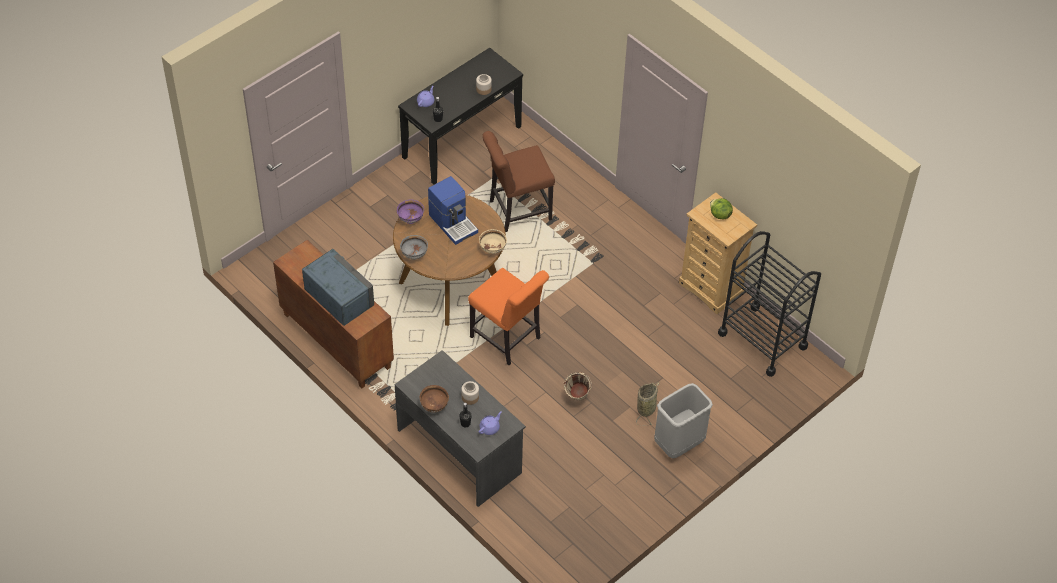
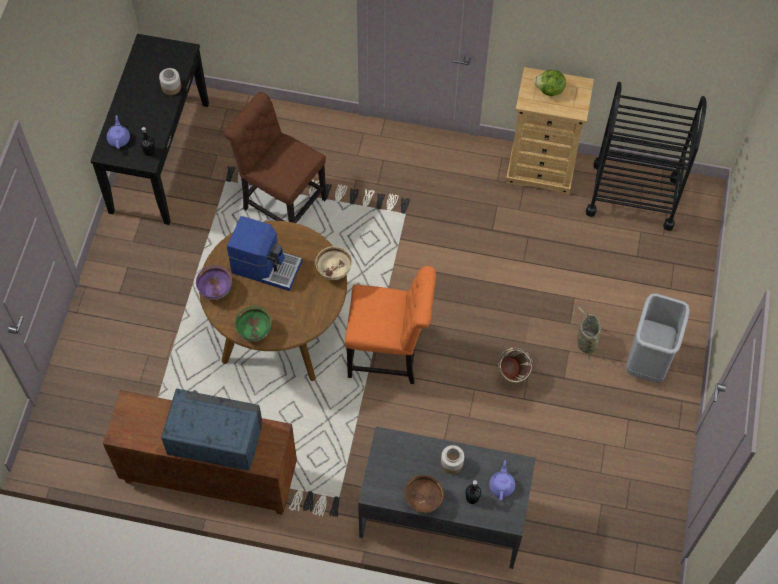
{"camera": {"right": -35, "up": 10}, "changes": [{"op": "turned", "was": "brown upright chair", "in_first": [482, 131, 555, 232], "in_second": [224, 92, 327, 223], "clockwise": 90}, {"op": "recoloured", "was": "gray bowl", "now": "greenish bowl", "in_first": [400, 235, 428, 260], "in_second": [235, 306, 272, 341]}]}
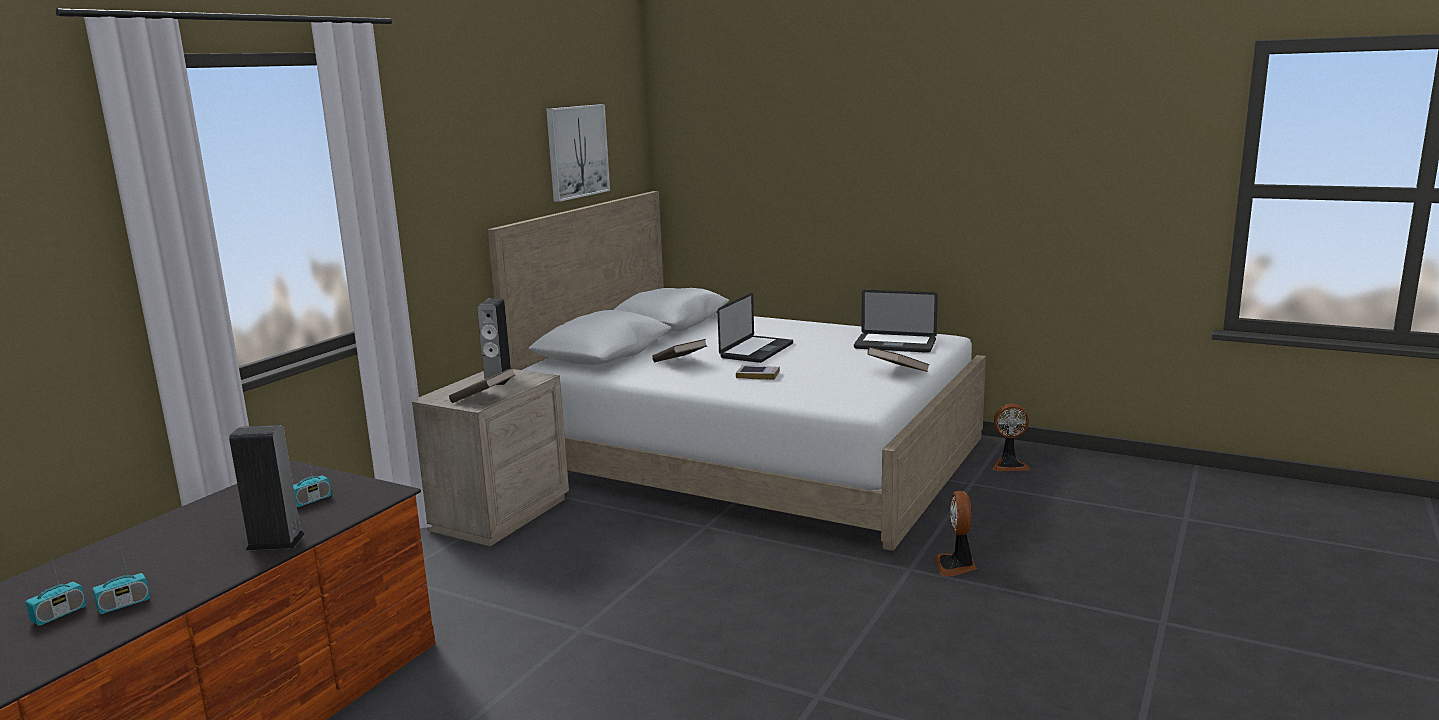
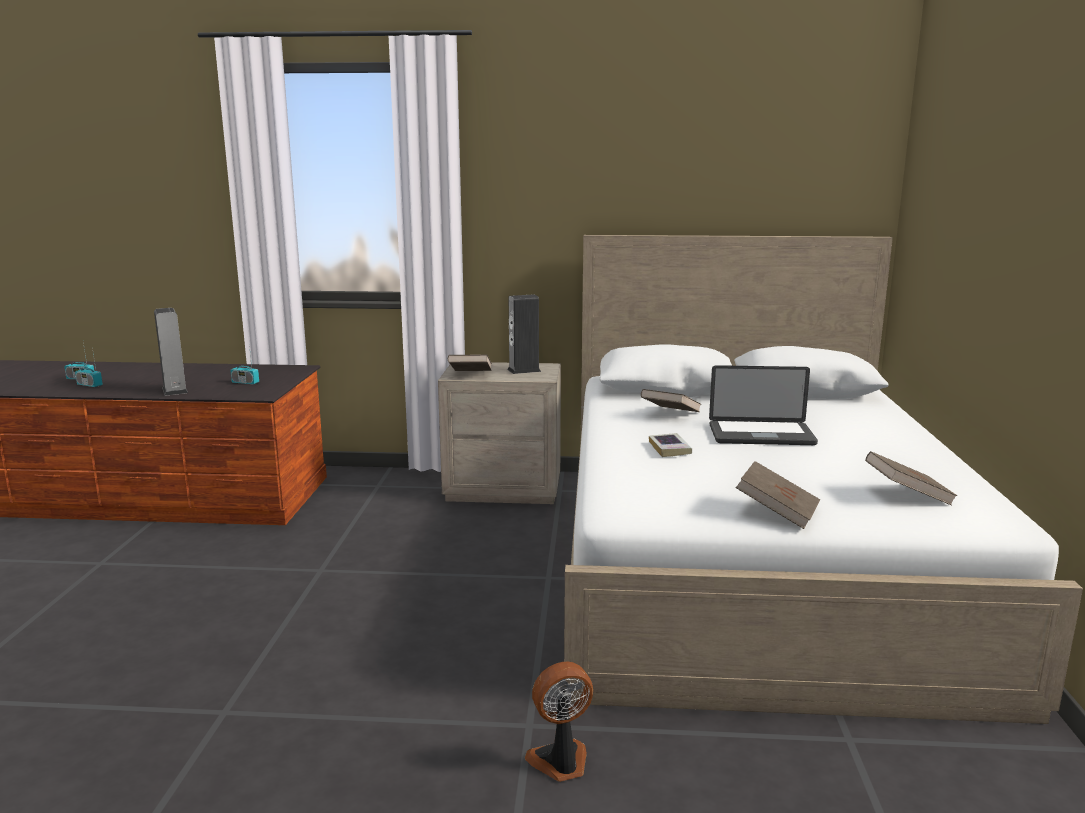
{"camera": {"right": 65, "up": 0}, "changes": [{"op": "replaced", "was": "notebook computer", "now": "brown bound book", "in_first": [854, 290, 938, 353], "in_second": [865, 451, 958, 506]}, {"op": "removed", "was": "wall picture", "in_first": [546, 104, 610, 202]}, {"op": "removed", "was": "cooling fan", "in_first": [992, 404, 1030, 471]}]}
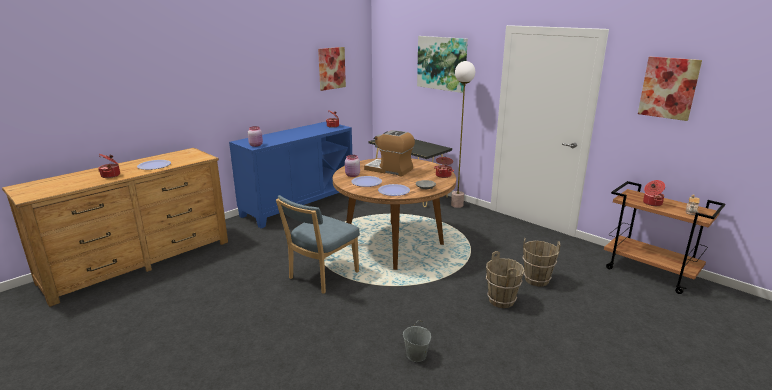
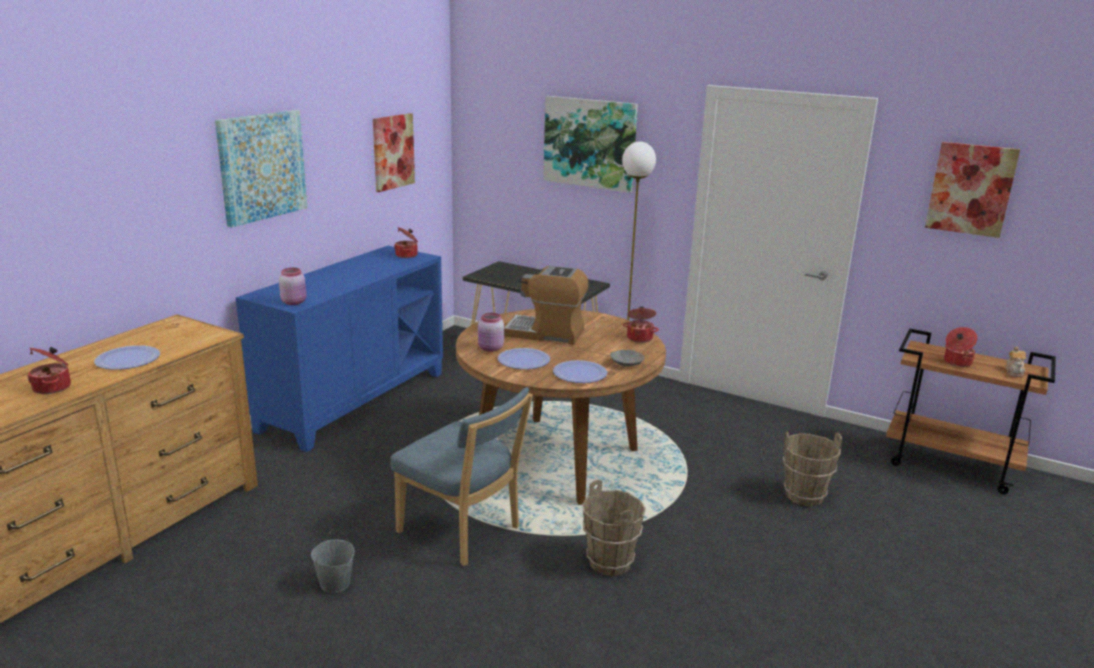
{"camera": {"right": -15, "up": 0}, "changes": [{"op": "added", "now": "wall picture", "in_second": [215, 110, 307, 228]}, {"op": "moved", "was": "gray water bucket", "in_first": [403, 321, 431, 362], "in_second": [311, 530, 355, 593]}, {"op": "turned", "was": "bluish upright chair", "in_first": [276, 195, 360, 294], "in_second": [390, 387, 533, 566], "clockwise": -75}, {"op": "moved", "was": "brown water bucket", "in_first": [486, 251, 525, 308], "in_second": [582, 480, 646, 576]}]}
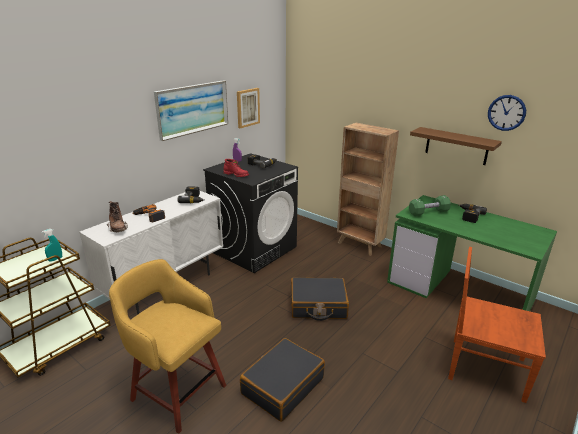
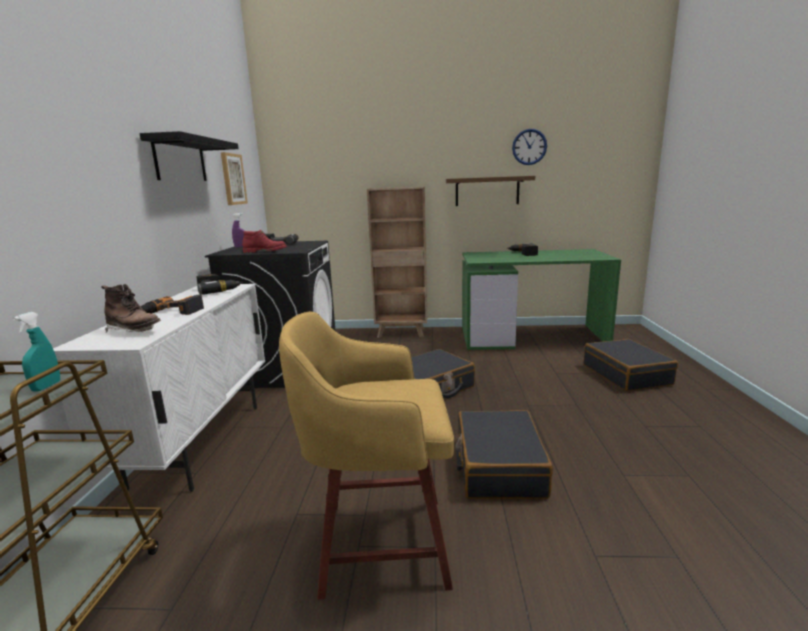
{"camera": {"right": -35, "up": -10}, "changes": [{"op": "replaced", "was": "wall picture", "now": "blackish shelf", "in_first": [154, 80, 228, 141], "in_second": [140, 131, 239, 181]}, {"op": "replaced", "was": "brown upright chair", "now": "blackish piece of luggage", "in_first": [448, 247, 546, 403], "in_second": [584, 339, 678, 391]}, {"op": "removed", "was": "greenish hand weight", "in_first": [409, 195, 451, 216]}]}
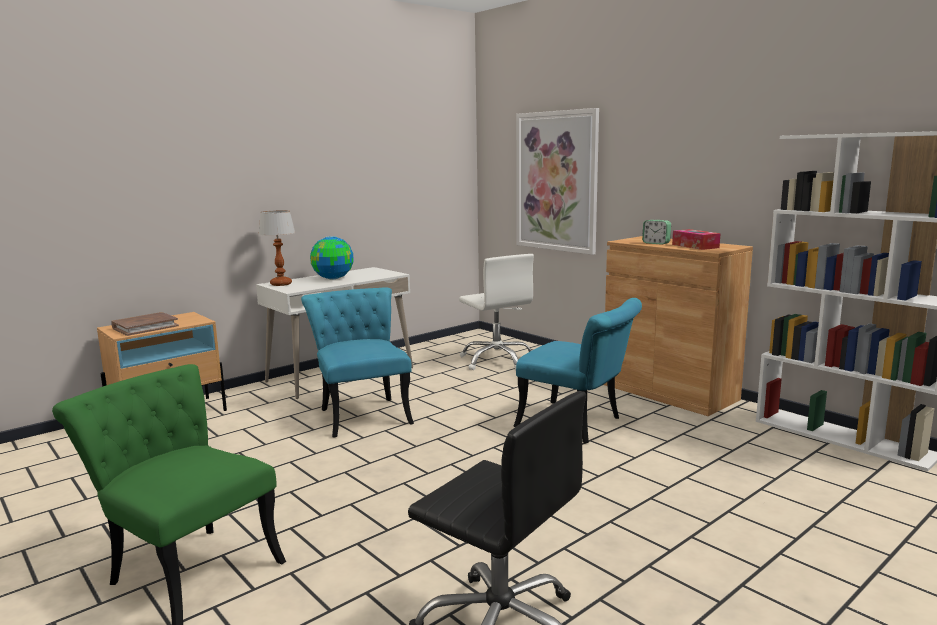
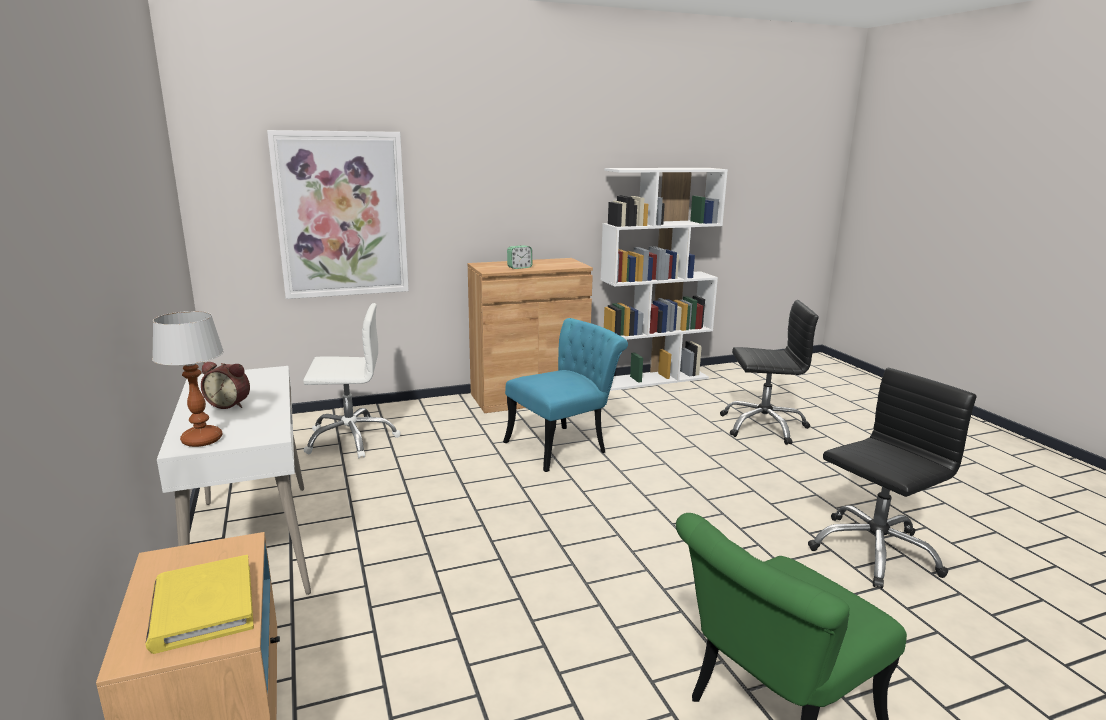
{"camera": {"right": -70, "up": 5}, "changes": [{"op": "recoloured", "was": "brown bound book", "now": "yellow bound book", "in_first": [111, 312, 179, 336], "in_second": [145, 555, 254, 654]}, {"op": "replaced", "was": "globe", "now": "table clock", "in_first": [310, 236, 354, 279], "in_second": [201, 362, 250, 409]}, {"op": "added", "now": "blackish office chair", "in_second": [720, 300, 819, 445]}, {"op": "removed", "was": "blue-green upright chair", "in_first": [301, 288, 414, 438]}, {"op": "removed", "was": "box of tissues", "in_first": [672, 229, 720, 250]}]}
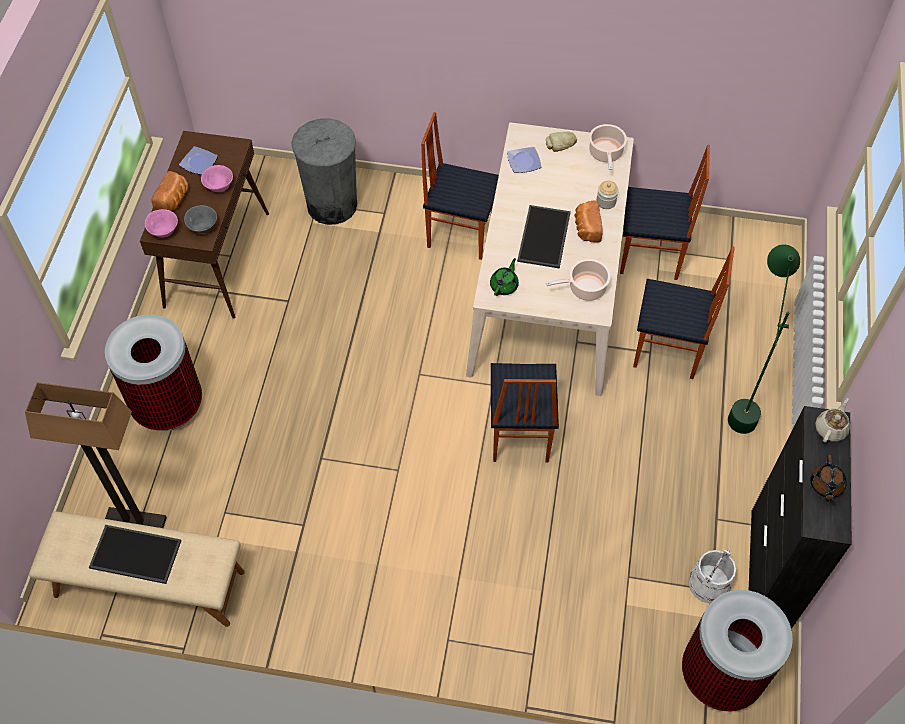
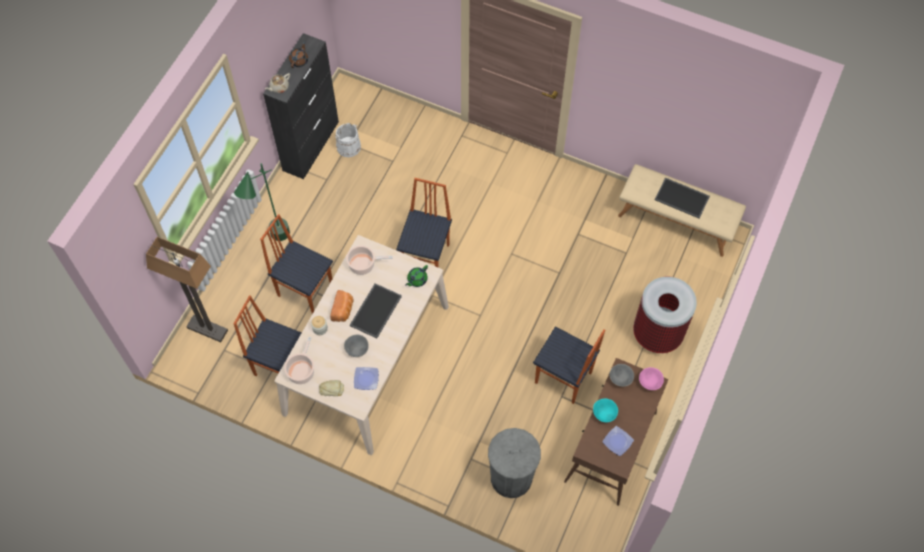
{"camera": {"right": -165, "up": 5}, "changes": [{"op": "moved", "was": "standard lamp", "in_first": [25, 382, 167, 528], "in_second": [146, 237, 228, 342]}, {"op": "added", "now": "gray bowl", "in_second": [344, 335, 369, 357]}, {"op": "moved", "was": "upright chair", "in_first": [421, 112, 499, 260], "in_second": [533, 326, 605, 404]}, {"op": "recoloured", "was": "pink-coloured bowl", "now": "blue-green bowl", "in_first": [201, 165, 233, 192], "in_second": [593, 399, 618, 422]}, {"op": "removed", "was": "bakery bread", "in_first": [152, 171, 189, 211]}, {"op": "removed", "was": "rubbish bin", "in_first": [682, 590, 793, 712]}]}
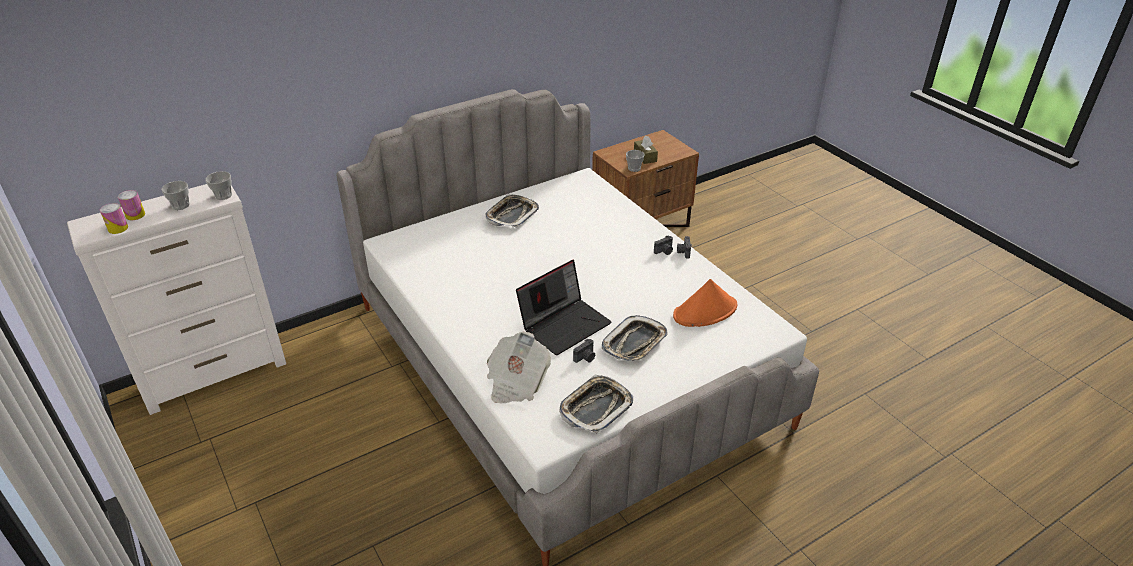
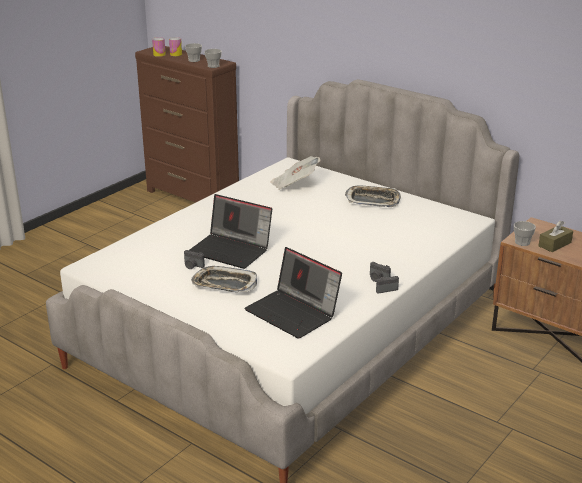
{"camera": {"right": 70, "up": -10}, "changes": [{"op": "recoloured", "was": "white-coloured chest of drawers", "now": "brown chest of drawers", "in_first": [67, 184, 286, 415], "in_second": [135, 46, 239, 203]}, {"op": "replaced", "was": "orange clothing hat", "now": "notebook computer", "in_first": [673, 279, 737, 327], "in_second": [244, 247, 342, 339]}, {"op": "moved", "was": "daily paper", "in_first": [487, 332, 551, 404], "in_second": [271, 156, 321, 190]}, {"op": "removed", "was": "carrying tray", "in_first": [559, 375, 633, 433]}]}
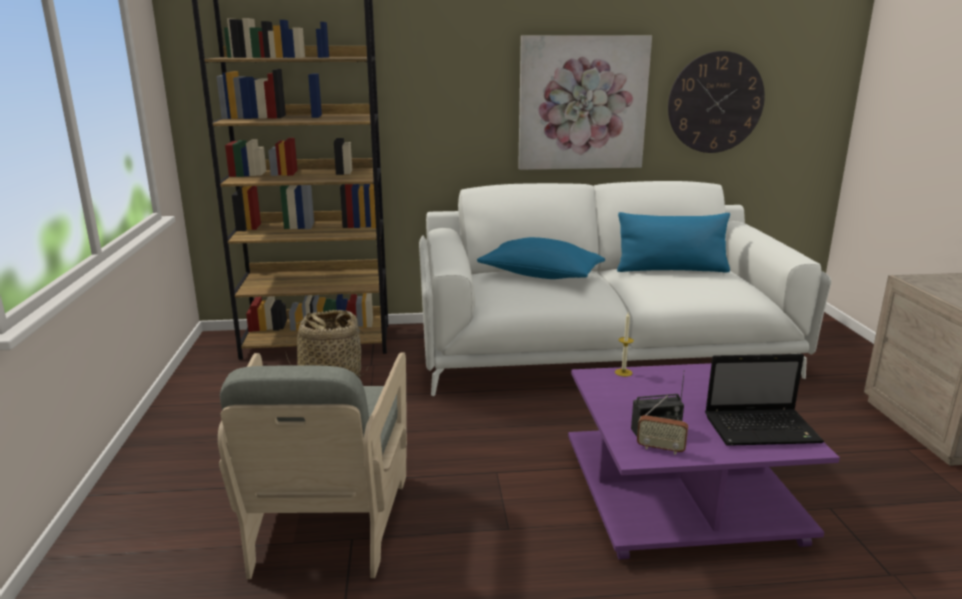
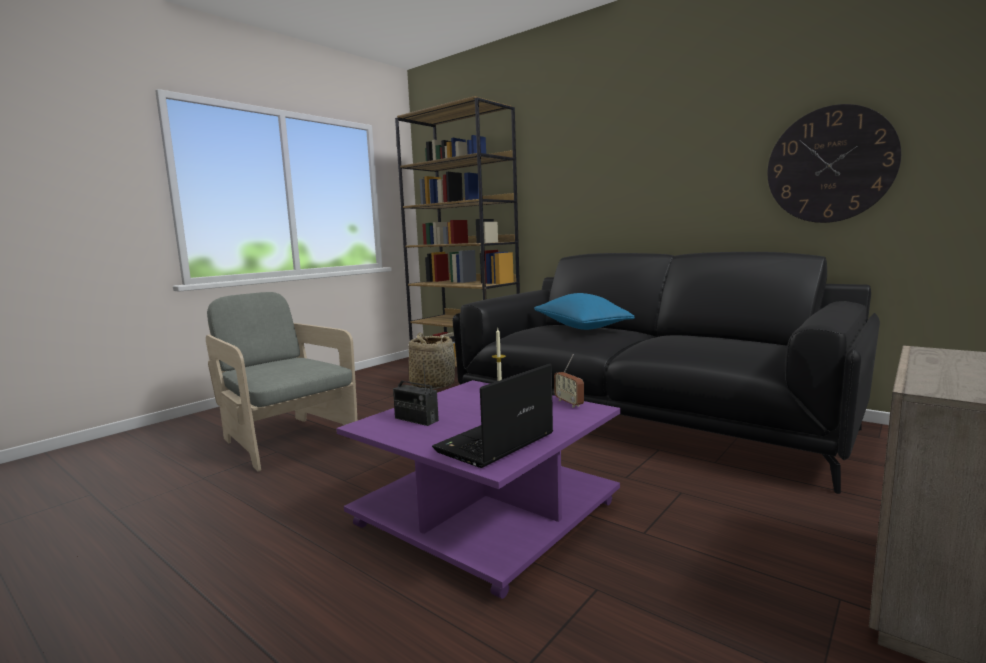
{"camera": {"right": 45, "up": -10}, "changes": [{"op": "turned", "was": "gray lounge chair", "in_first": [218, 352, 407, 579], "in_second": [206, 292, 357, 472], "clockwise": 90}, {"op": "turned", "was": "notebook computer", "in_first": [705, 354, 824, 446], "in_second": [432, 364, 553, 468], "clockwise": 90}, {"op": "recoloured", "was": "white-coloured sofa", "now": "blackish sofa", "in_first": [419, 181, 831, 396], "in_second": [452, 252, 880, 494]}, {"op": "moved", "was": "radio", "in_first": [637, 395, 688, 454], "in_second": [554, 354, 584, 408]}, {"op": "removed", "was": "wall picture", "in_first": [518, 35, 652, 170]}, {"op": "removed", "was": "bluish throw pillow", "in_first": [617, 212, 730, 273]}]}
